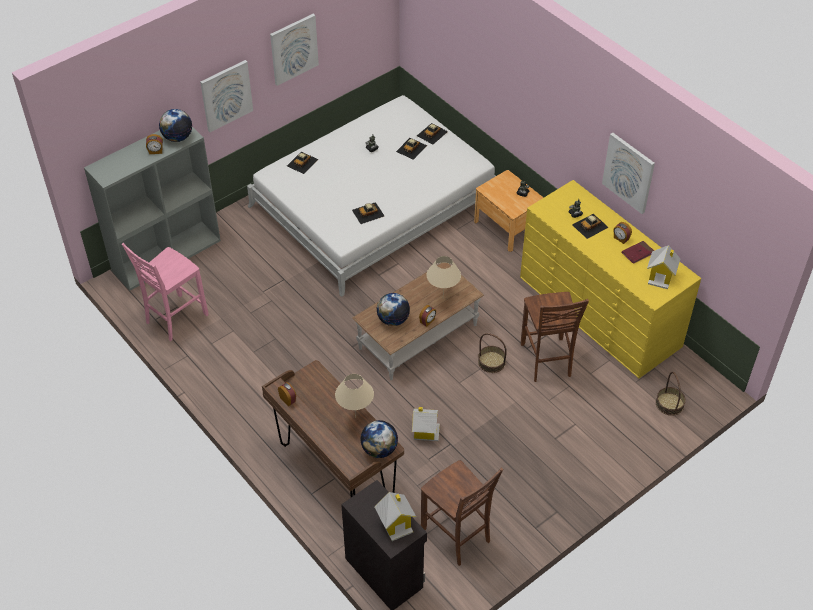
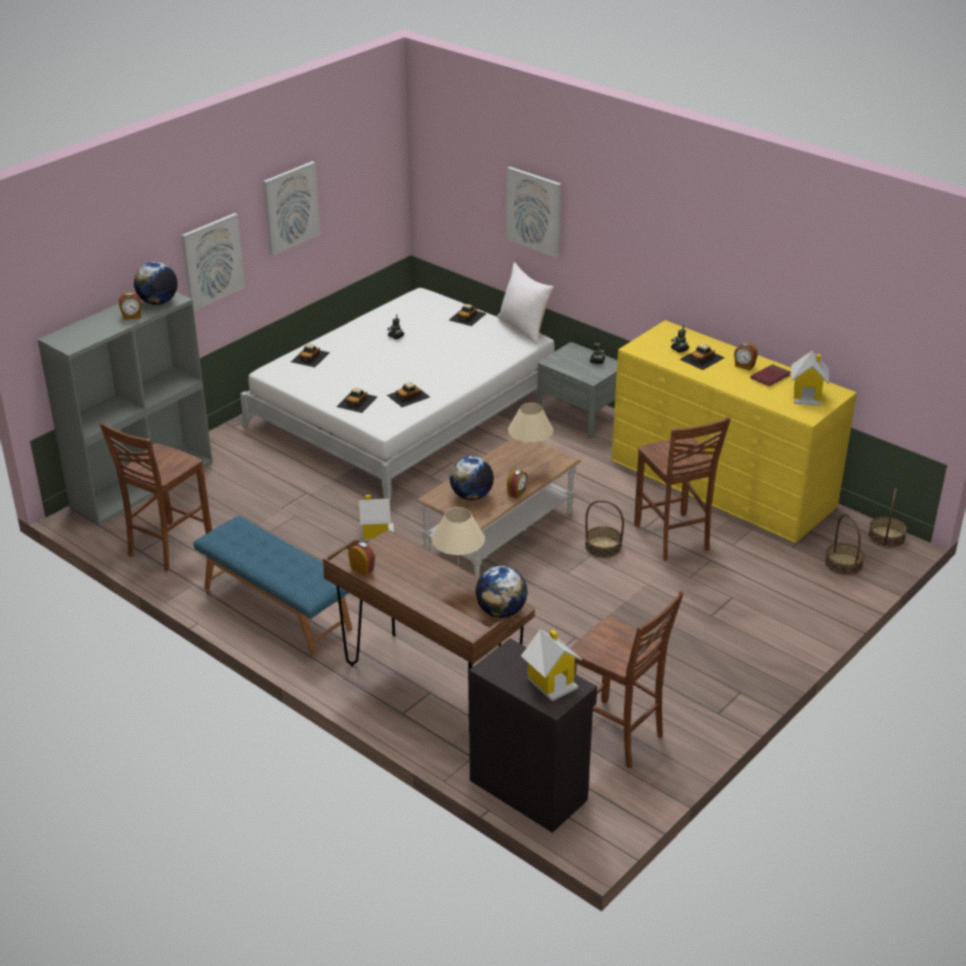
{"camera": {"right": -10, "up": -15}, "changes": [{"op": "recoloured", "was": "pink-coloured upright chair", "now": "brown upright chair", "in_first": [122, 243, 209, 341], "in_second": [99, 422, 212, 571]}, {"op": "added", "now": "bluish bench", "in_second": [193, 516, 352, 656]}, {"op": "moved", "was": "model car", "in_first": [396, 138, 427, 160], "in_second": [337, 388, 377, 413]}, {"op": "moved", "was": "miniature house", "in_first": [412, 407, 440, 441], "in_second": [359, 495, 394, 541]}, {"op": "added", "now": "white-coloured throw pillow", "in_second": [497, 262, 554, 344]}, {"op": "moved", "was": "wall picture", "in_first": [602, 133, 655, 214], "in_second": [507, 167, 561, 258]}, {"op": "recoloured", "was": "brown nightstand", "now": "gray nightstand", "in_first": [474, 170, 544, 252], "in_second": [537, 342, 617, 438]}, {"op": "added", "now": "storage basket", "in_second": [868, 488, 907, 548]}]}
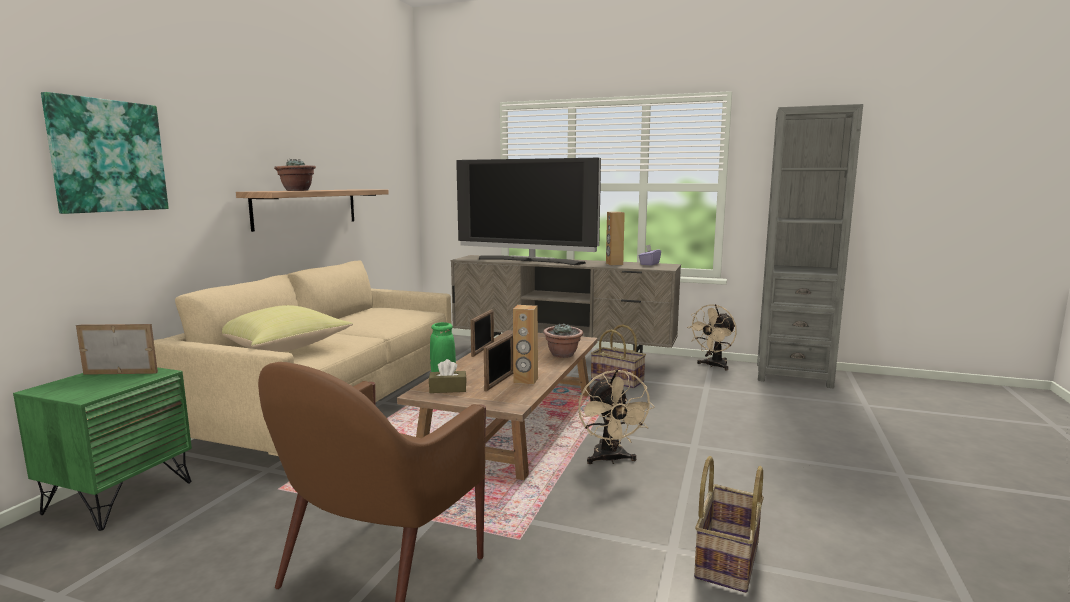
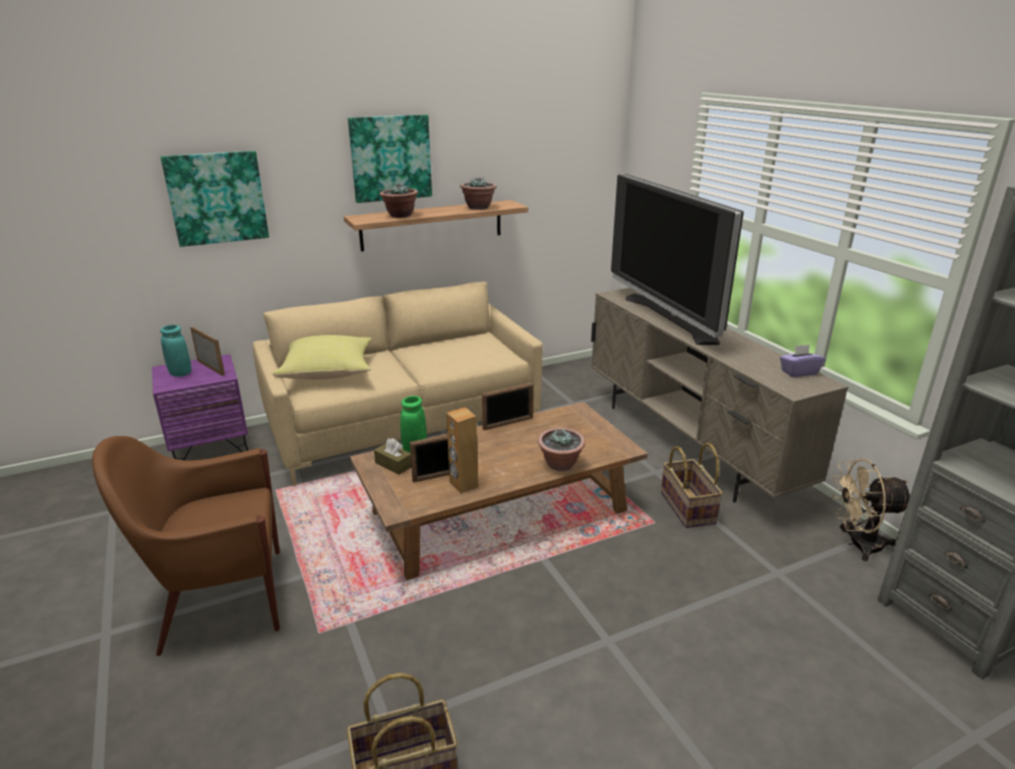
{"camera": {"right": 45, "up": 15}, "changes": [{"op": "recoloured", "was": "greenish nightstand", "now": "purple nightstand", "in_first": [13, 367, 192, 531], "in_second": [152, 354, 248, 460]}, {"op": "added", "now": "blue-green decorative vase", "in_second": [160, 325, 191, 377]}, {"op": "added", "now": "wall picture", "in_second": [348, 114, 432, 203]}, {"op": "added", "now": "plant in a pot", "in_second": [460, 177, 497, 210]}, {"op": "removed", "was": "beige cooling fan", "in_first": [578, 369, 654, 464]}, {"op": "removed", "was": "brown loudspeaker", "in_first": [606, 212, 625, 265]}]}
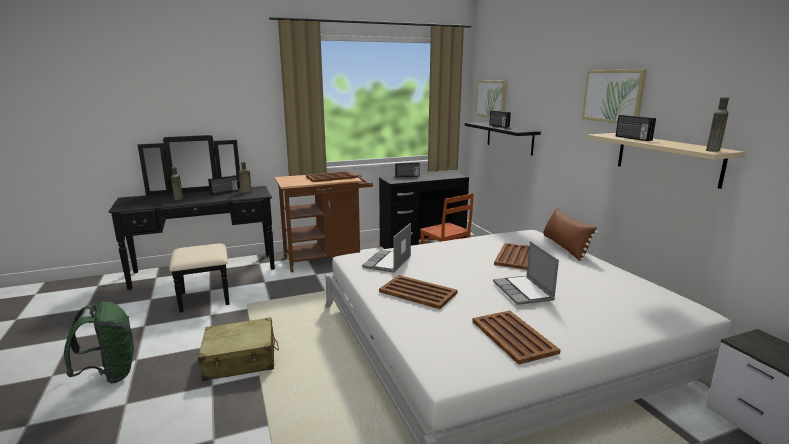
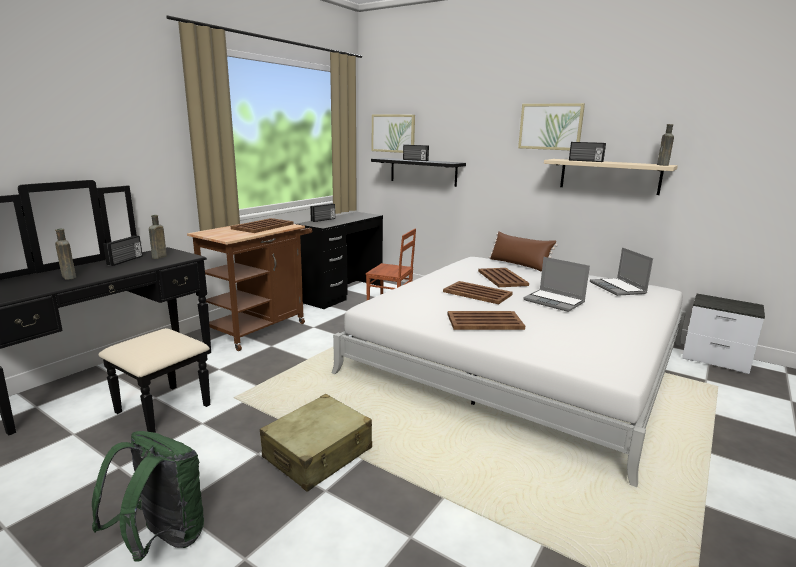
{"camera": {"right": -35, "up": 0}, "changes": [{"op": "moved", "was": "brown carrying tray", "in_first": [472, 311, 560, 365], "in_second": [443, 281, 513, 304]}, {"op": "moved", "was": "notebook computer", "in_first": [362, 223, 411, 273], "in_second": [590, 247, 653, 296]}]}
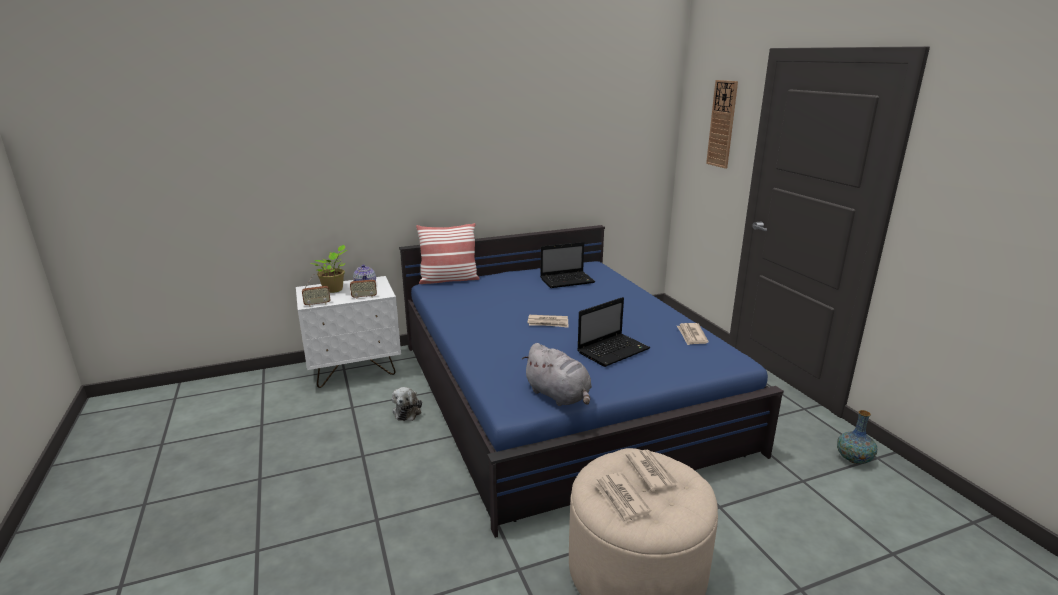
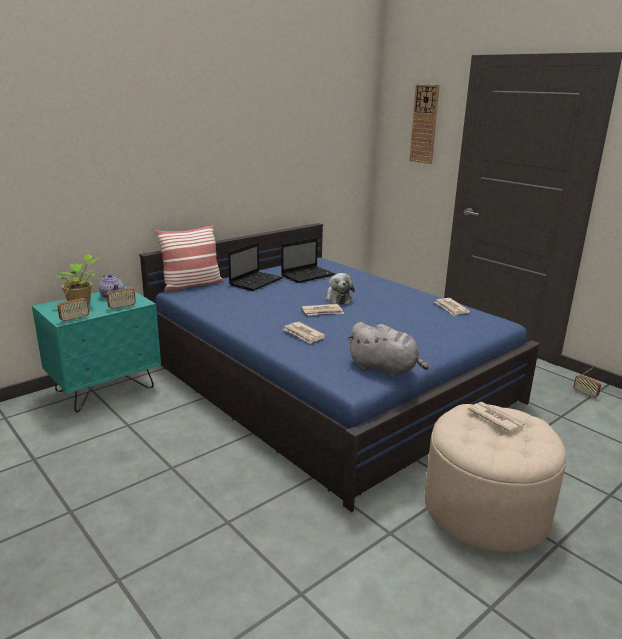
{"camera": {"right": -20, "up": 0}, "changes": [{"op": "recoloured", "was": "white-coloured nightstand", "now": "blue-green nightstand", "in_first": [296, 276, 401, 388], "in_second": [32, 286, 161, 412]}, {"op": "moved", "was": "notebook computer", "in_first": [577, 297, 650, 367], "in_second": [228, 242, 283, 291]}, {"op": "moved", "was": "daily paper", "in_first": [594, 472, 651, 525], "in_second": [283, 322, 326, 344]}, {"op": "moved", "was": "cuddly toy", "in_first": [392, 387, 422, 421], "in_second": [325, 273, 355, 305]}, {"op": "replaced", "was": "decorative vase", "now": "radio", "in_first": [837, 410, 877, 464], "in_second": [573, 367, 601, 398]}]}
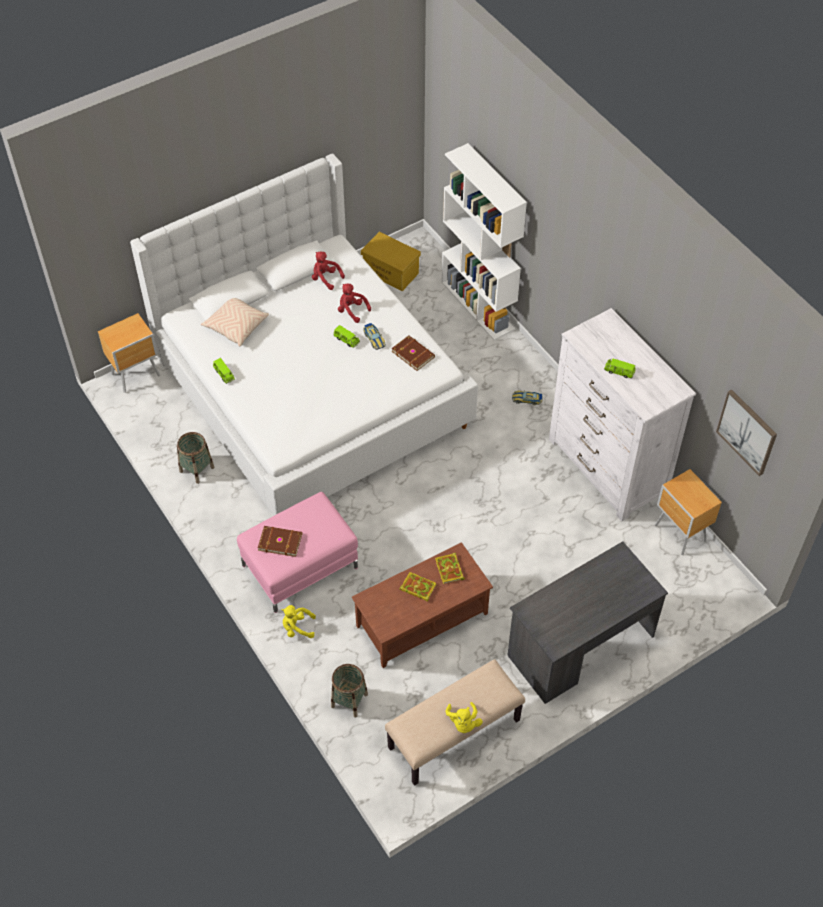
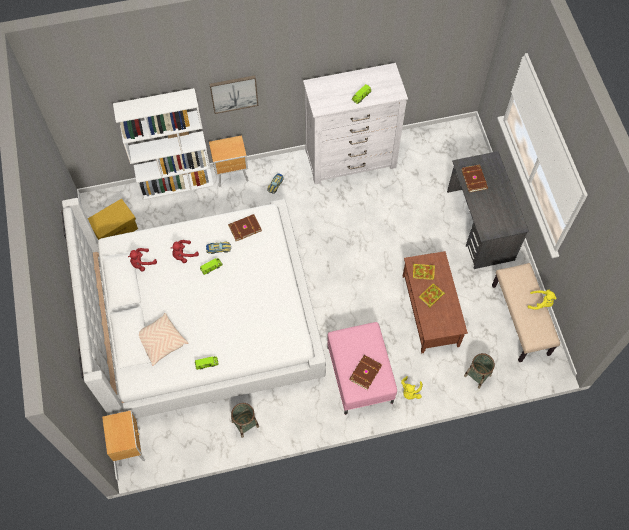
{"camera": {"right": -70, "up": 10}, "changes": [{"op": "moved", "was": "brown nightstand", "in_first": [655, 469, 722, 555], "in_second": [209, 135, 249, 187]}, {"op": "moved", "was": "wall picture", "in_first": [716, 389, 777, 476], "in_second": [210, 75, 258, 114]}, {"op": "added", "now": "brown bound book", "in_second": [461, 164, 488, 193]}]}
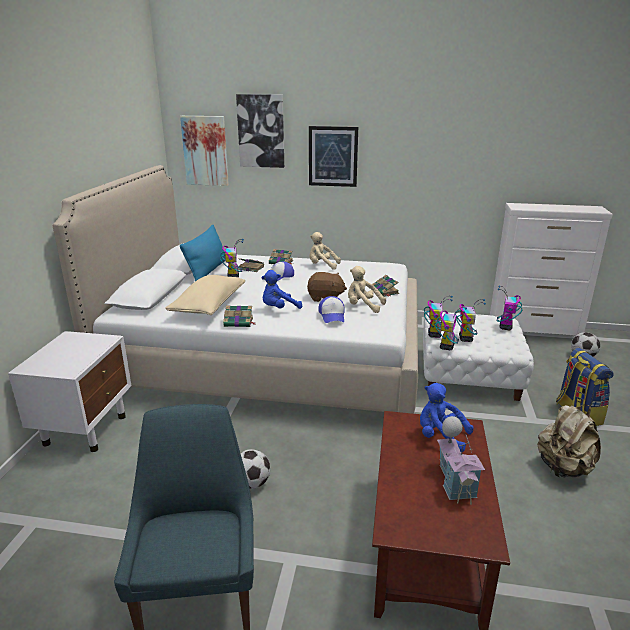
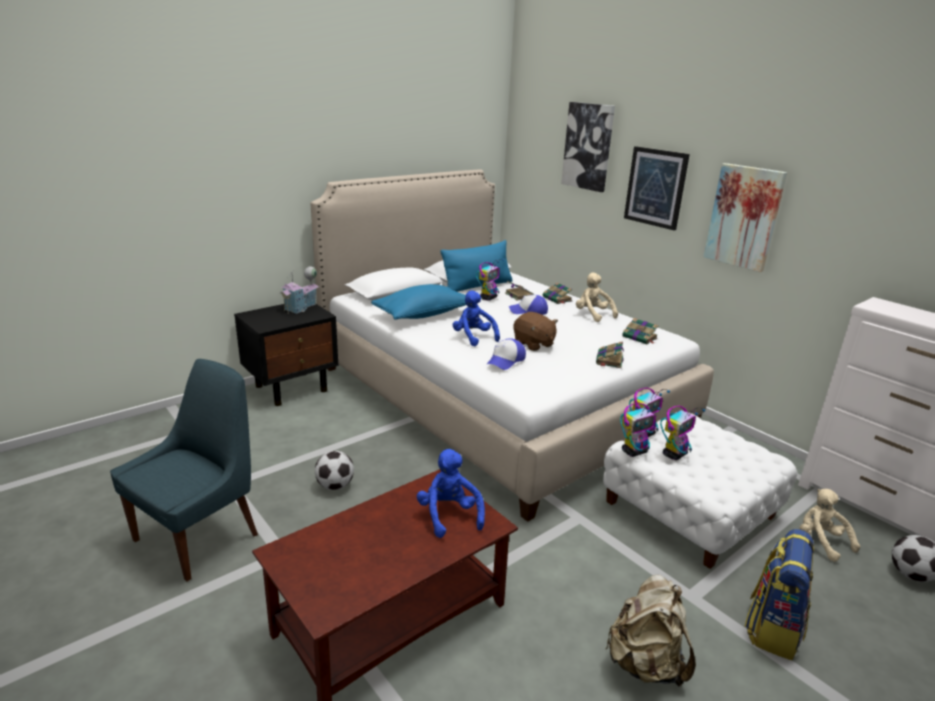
{"camera": {"right": 40, "up": 0}, "changes": [{"op": "recoloured", "was": "white-coloured nightstand", "now": "blackish nightstand", "in_first": [8, 331, 132, 452], "in_second": [234, 303, 338, 406]}, {"op": "moved", "was": "miniature house", "in_first": [437, 416, 485, 505], "in_second": [279, 266, 319, 314]}, {"op": "recoloured", "was": "beige throw pillow", "now": "bluish throw pillow", "in_first": [165, 275, 245, 315], "in_second": [371, 284, 466, 320]}, {"op": "turned", "was": "bluish cuddly toy", "in_first": [262, 270, 302, 309], "in_second": [453, 290, 500, 346], "clockwise": 45}, {"op": "moved", "was": "bound book", "in_first": [223, 305, 254, 327], "in_second": [622, 318, 659, 344]}, {"op": "moved", "was": "wall picture", "in_first": [180, 116, 229, 186], "in_second": [704, 163, 787, 272]}, {"op": "moved", "was": "beige cuddly toy", "in_first": [348, 266, 386, 313], "in_second": [799, 489, 860, 562]}, {"op": "removed", "was": "model robot", "in_first": [497, 286, 523, 330]}]}
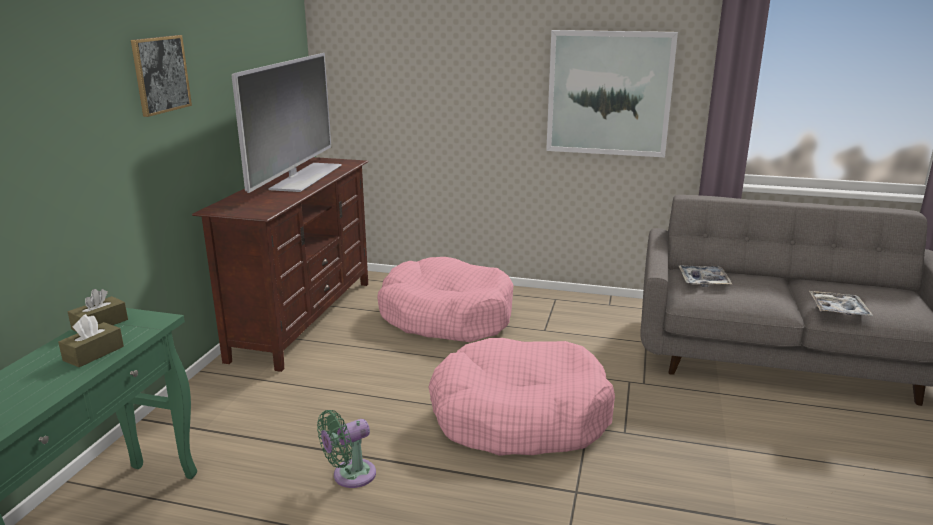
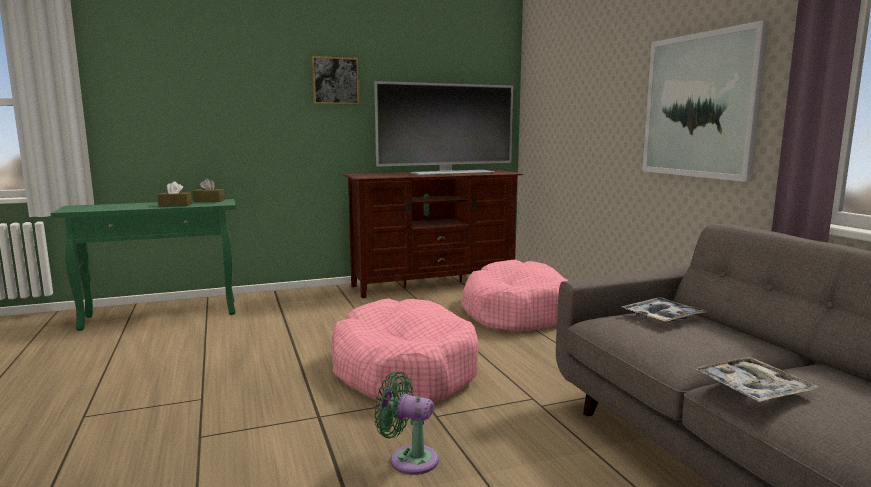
{"camera": {"right": 55, "up": -10}, "changes": [{"op": "moved", "was": "greenish cooling fan", "in_first": [317, 410, 376, 488], "in_second": [374, 371, 439, 475]}]}
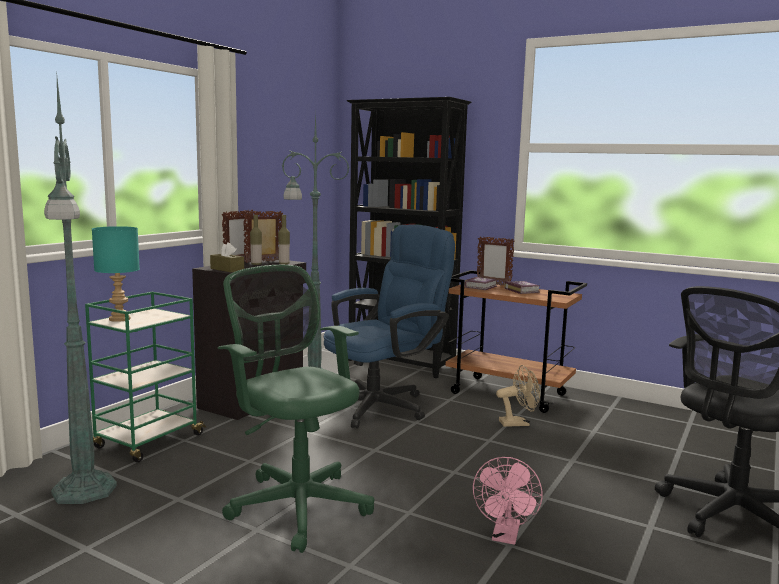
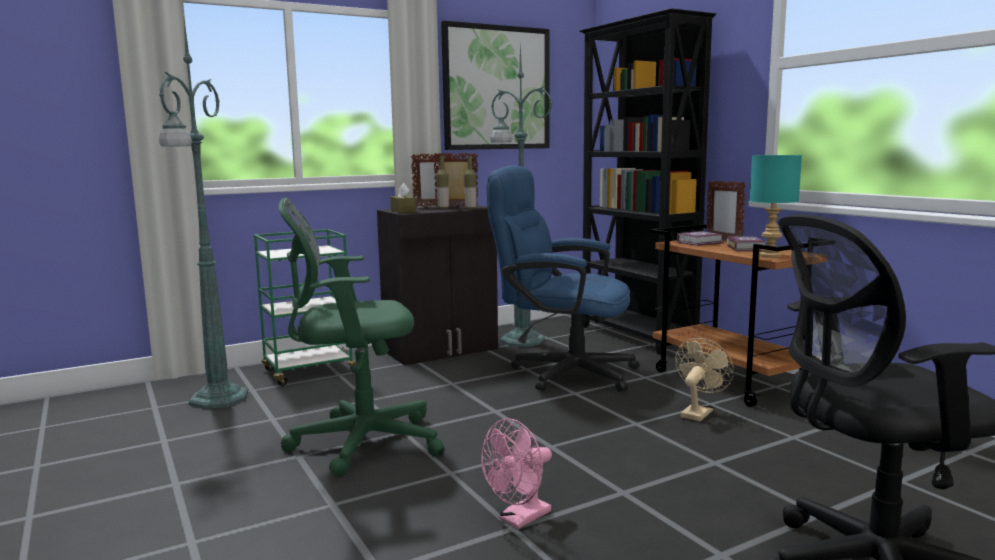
{"camera": {"right": 30, "up": 0}, "changes": [{"op": "turned", "was": "greenish office chair", "in_first": [218, 265, 374, 553], "in_second": [278, 197, 445, 476], "clockwise": -90}, {"op": "added", "now": "wall picture", "in_second": [441, 21, 549, 150]}, {"op": "turned", "was": "bluish office chair", "in_first": [323, 225, 455, 428], "in_second": [486, 165, 640, 392], "clockwise": -150}, {"op": "turned", "was": "beige cooling fan", "in_first": [496, 365, 540, 427], "in_second": [675, 338, 734, 421], "clockwise": -75}, {"op": "moved", "was": "blue-green tabletop lamp", "in_first": [92, 226, 140, 322], "in_second": [750, 155, 802, 258]}]}
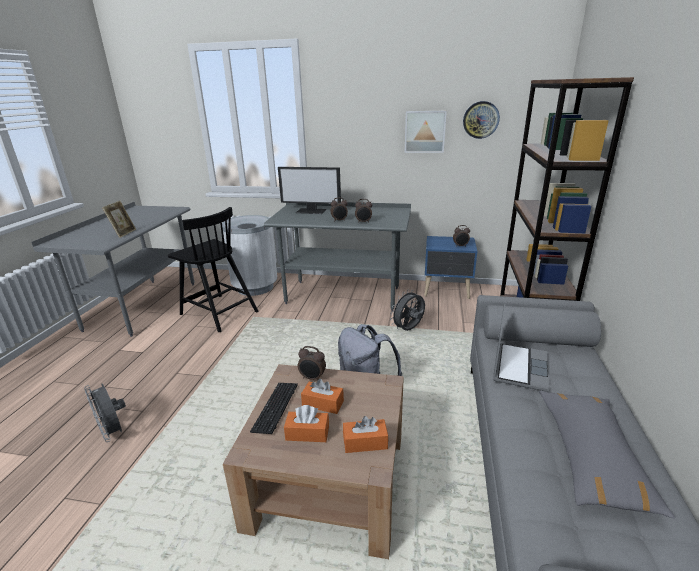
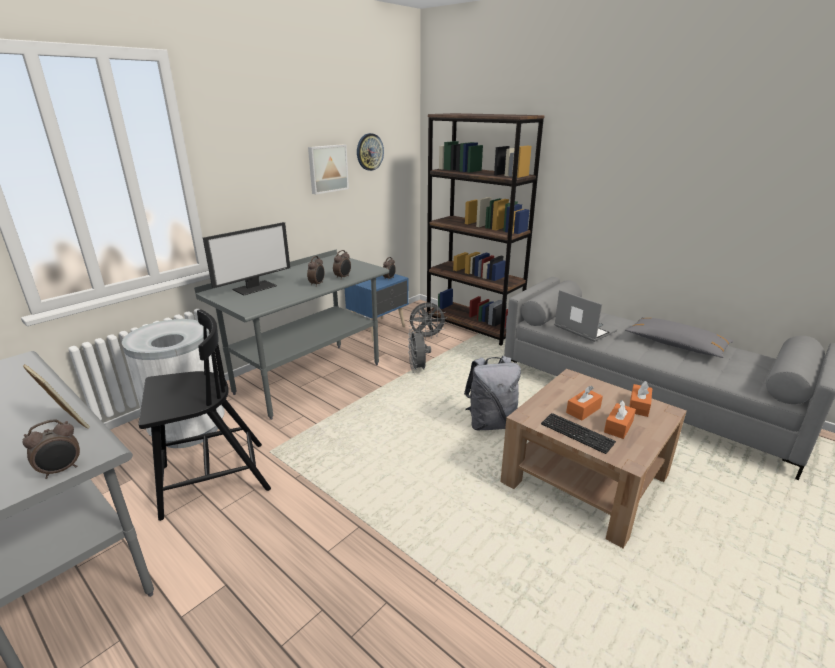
{"camera": {"right": -60, "up": 0}, "changes": [{"op": "moved", "was": "table clock", "in_first": [298, 346, 326, 380], "in_second": [22, 419, 80, 479]}, {"op": "moved", "was": "gray cooling fan", "in_first": [84, 384, 126, 442], "in_second": [409, 302, 447, 340]}]}
